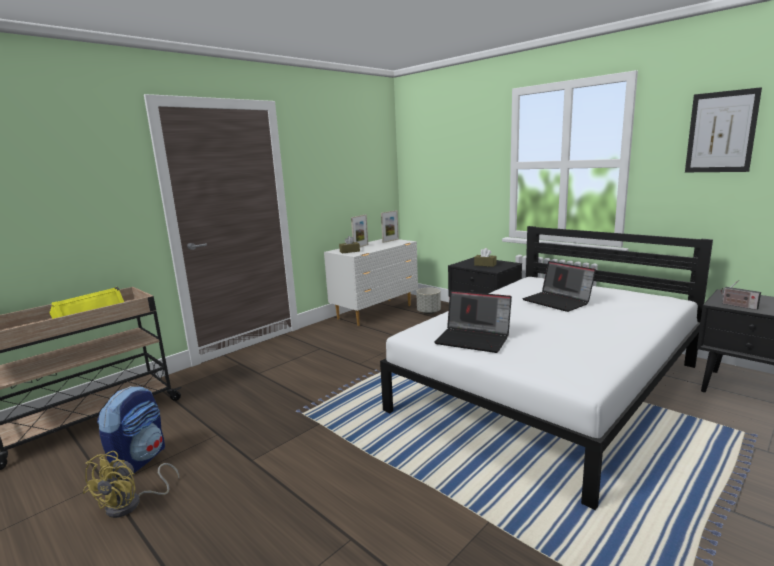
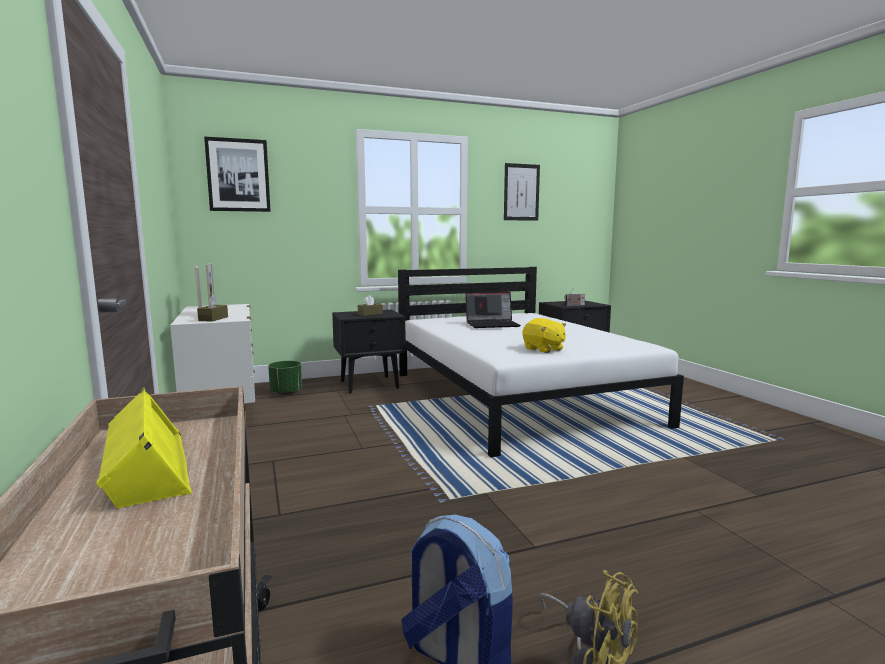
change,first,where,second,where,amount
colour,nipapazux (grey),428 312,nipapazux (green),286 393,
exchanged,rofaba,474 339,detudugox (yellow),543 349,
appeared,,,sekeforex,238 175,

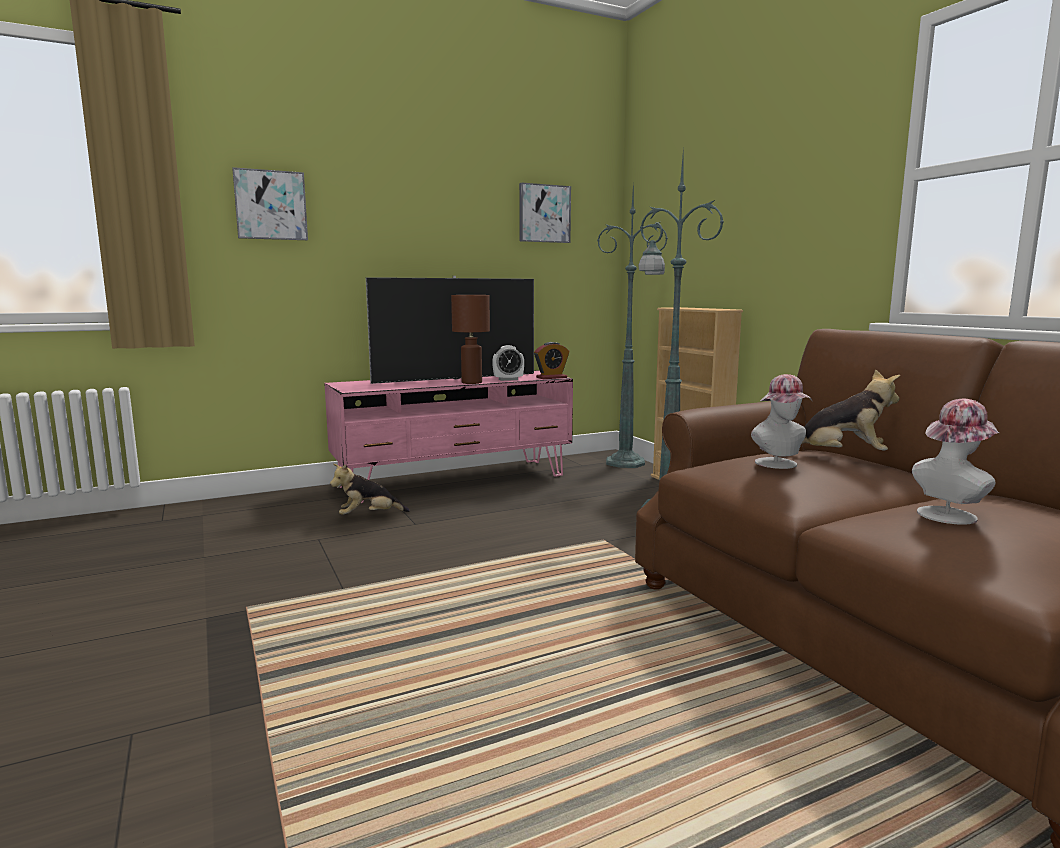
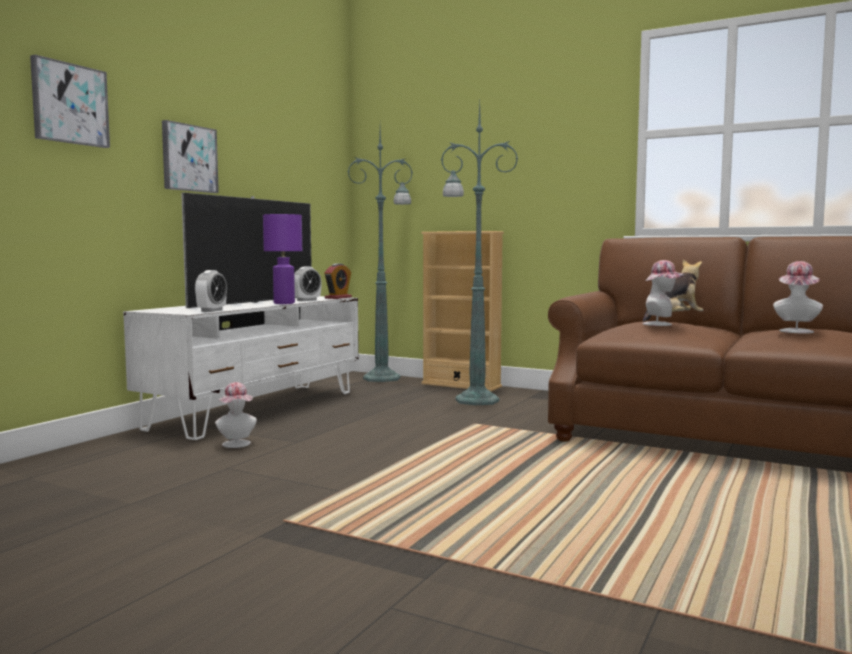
change,first,where,second,where,amount
colour,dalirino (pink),454 480,dalirino (white),258 409,
exchanged,detudugox,369 516,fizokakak,237 445,
colour,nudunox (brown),471 382,nudunox (purple),283 303,
relocated,sekeforex,544 213,,188 158,
appeared,,,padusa,211 311,

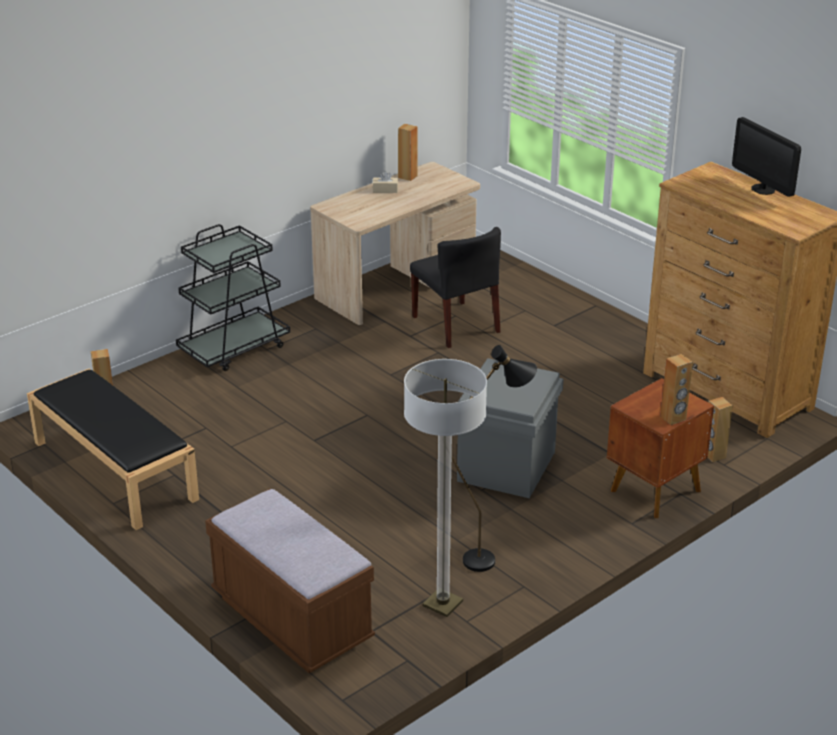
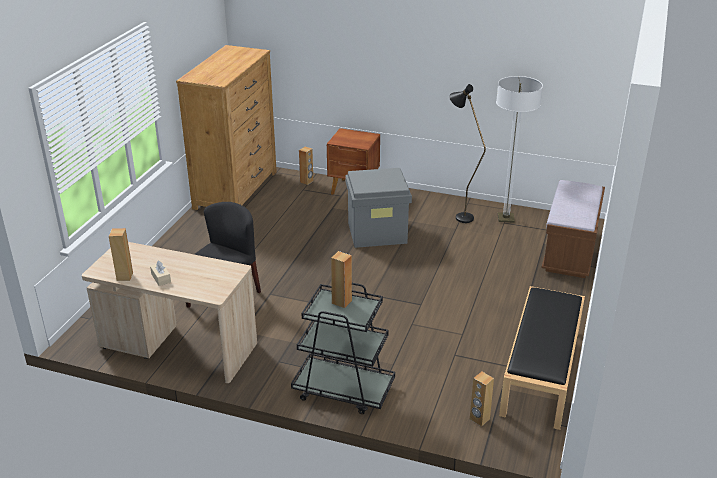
change,first,where,second,where,amount
relocated,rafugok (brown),673 418,,342 302,
missing,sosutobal,763 189,,,

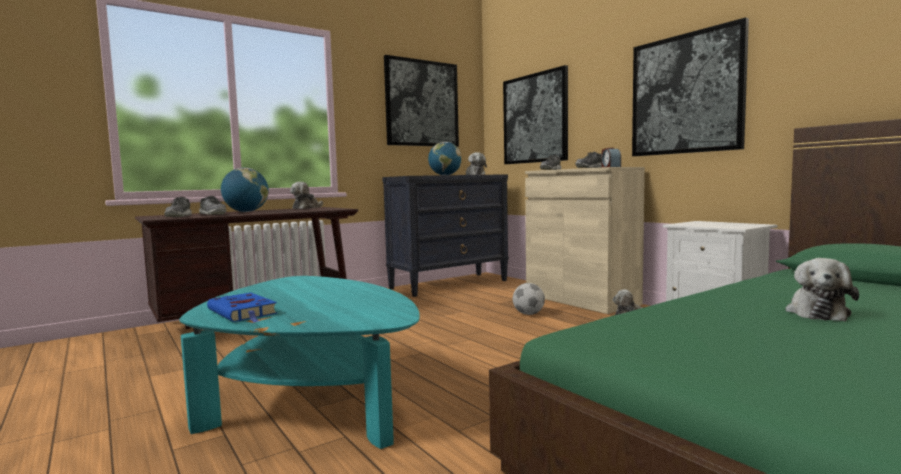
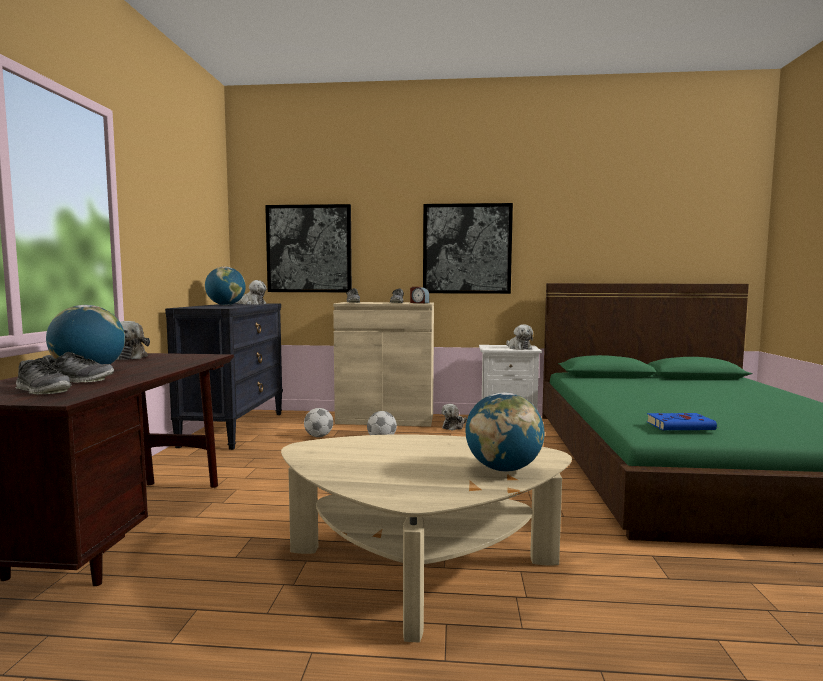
change,first,where,second,where,amount
colour,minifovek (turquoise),311 398,minifovek (beige),421 564,
relocated,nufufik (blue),243 312,,681 426,
missing,sekeforex,422 103,,,
relocated,detudugox,817 312,,518 348,
appeared,,,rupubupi,318 436,
appeared,,,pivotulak,503 469,

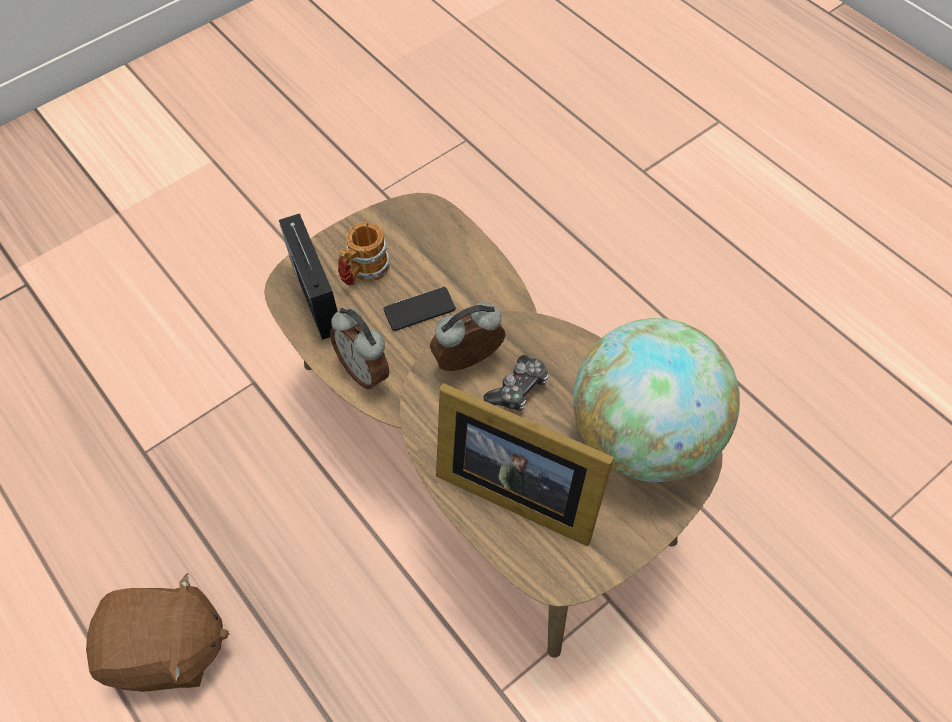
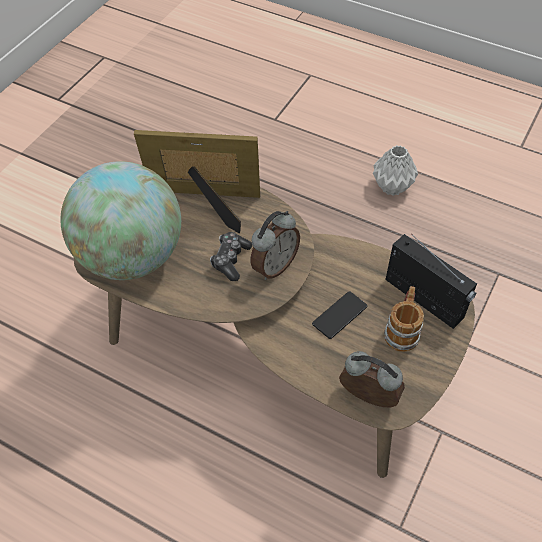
change,first,where,second,where,amount
exchanged,detudugox (brown),167 651,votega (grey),392 188,
relocated,padusa,365 371,,367 399,

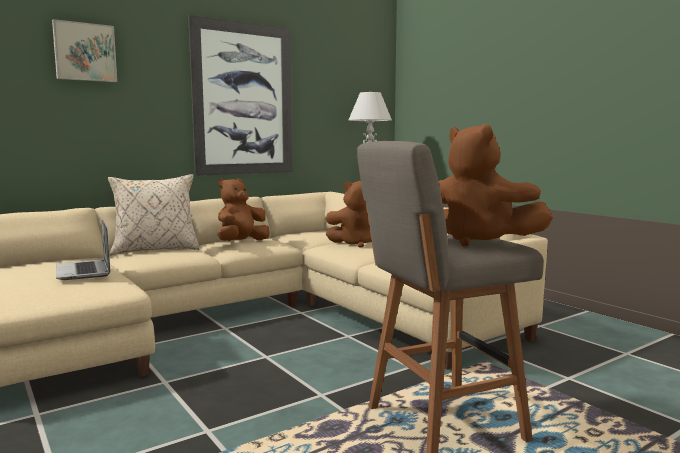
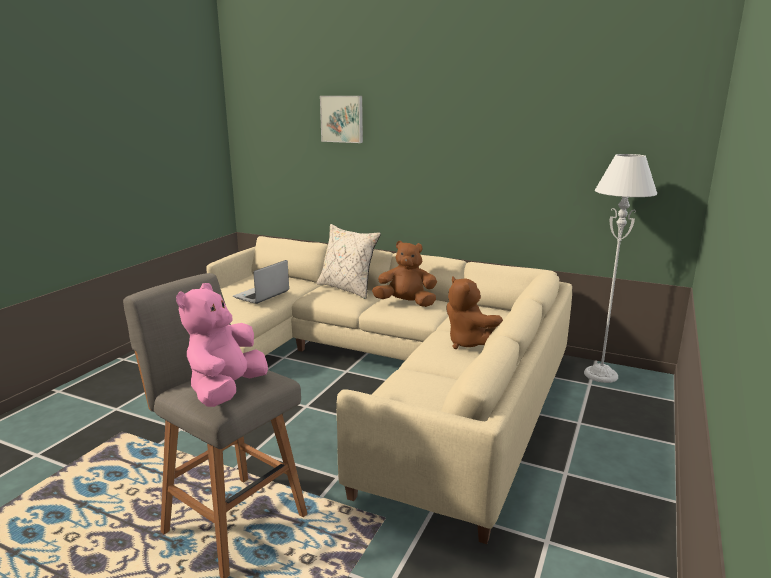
change,first,where,second,where,amount
missing,sekeforex,243 99,,,
colour,detudugox (brown),481 241,detudugox (pink),226 391,

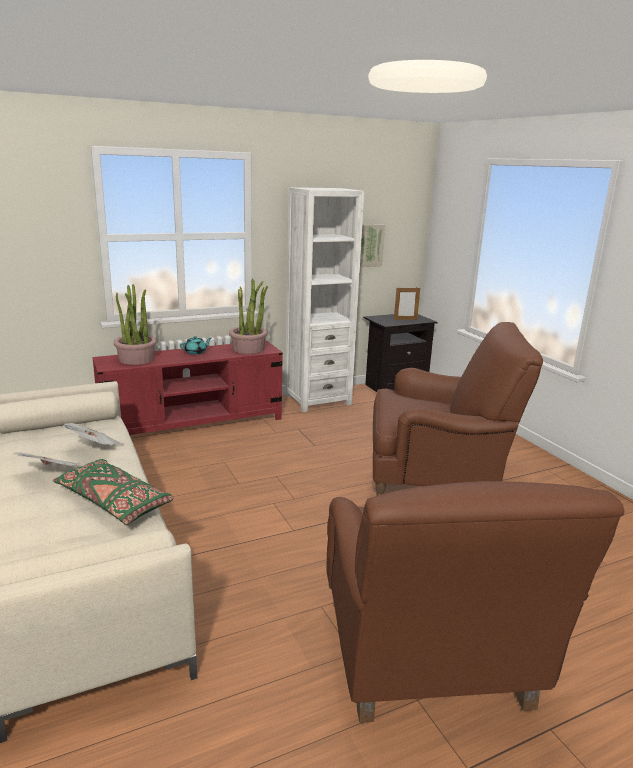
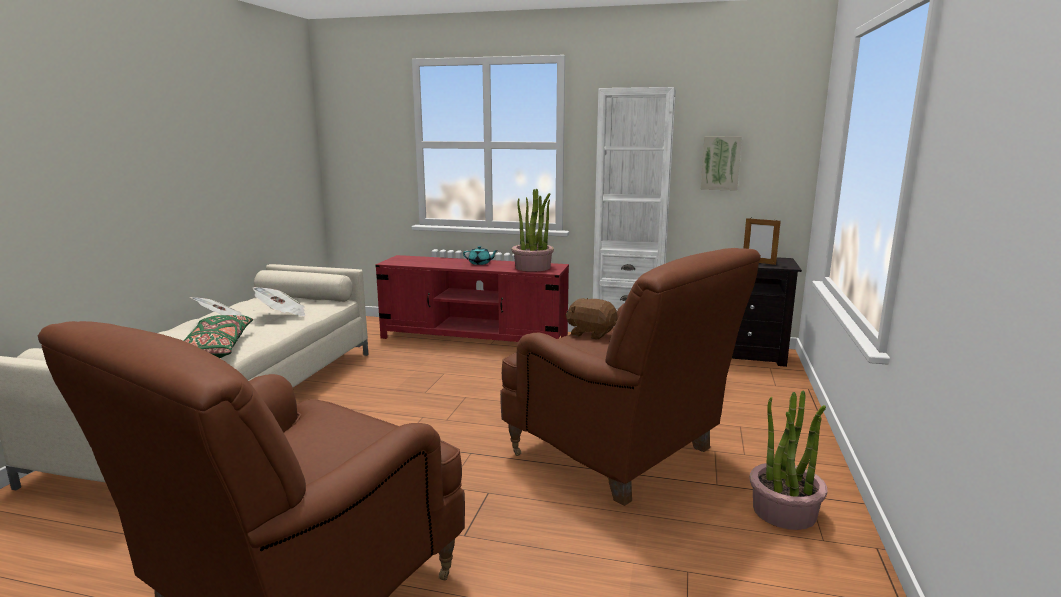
change,first,where,second,where,amount
relocated,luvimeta,136 359,,784 512,
appeared,,,detudugox (brown),591 333,

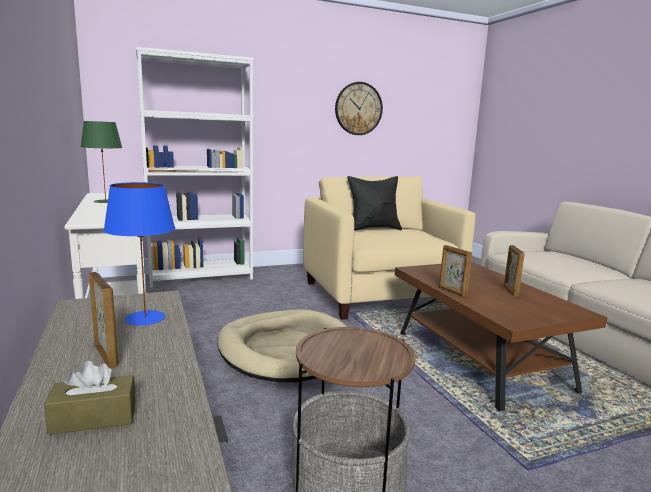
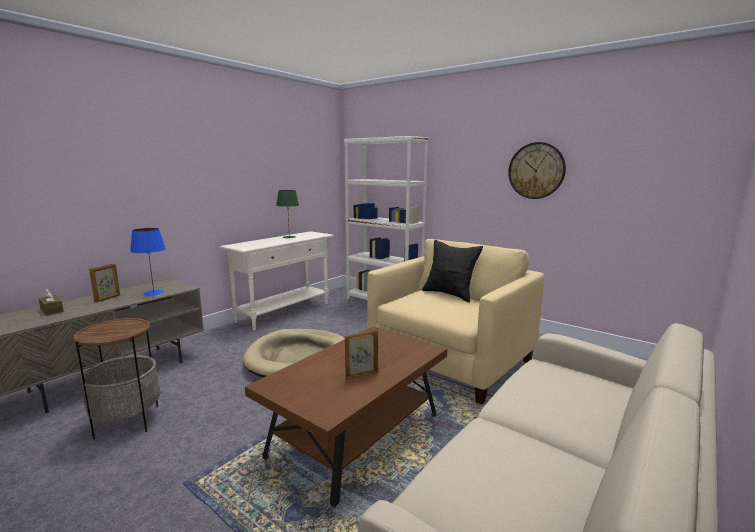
change,first,where,second,where,amount
missing,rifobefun,452 291,,,

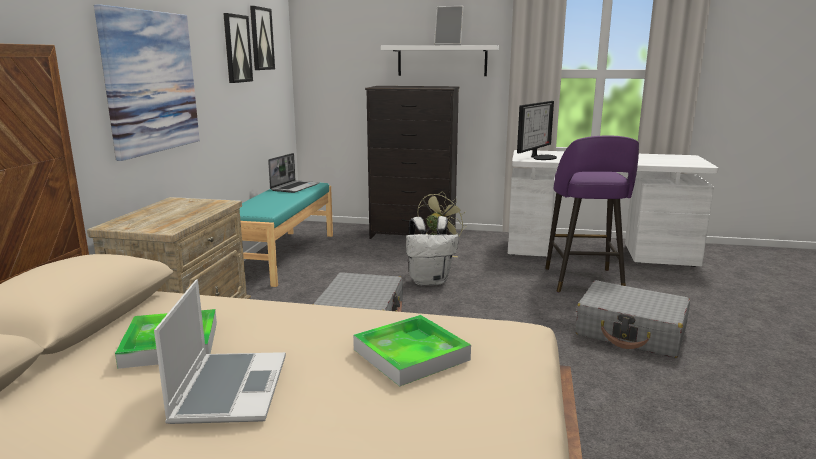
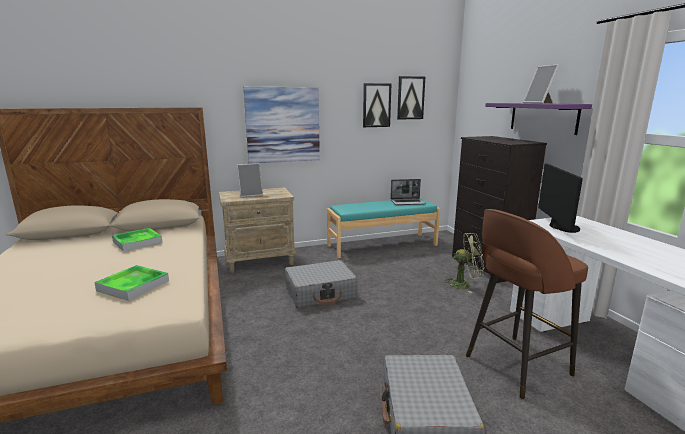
change,first,where,second,where,amount
missing,rofaba,229 388,,,
colour,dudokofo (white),442 61,dudokofo (purple),543 117,
missing,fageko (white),429 281,,,
spun,sosutobal,541 157,,561 227,90 degrees counterclockwise
colour,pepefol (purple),584 281,pepefol (brown),515 366,
appeared,,,rifobefun,251 194,

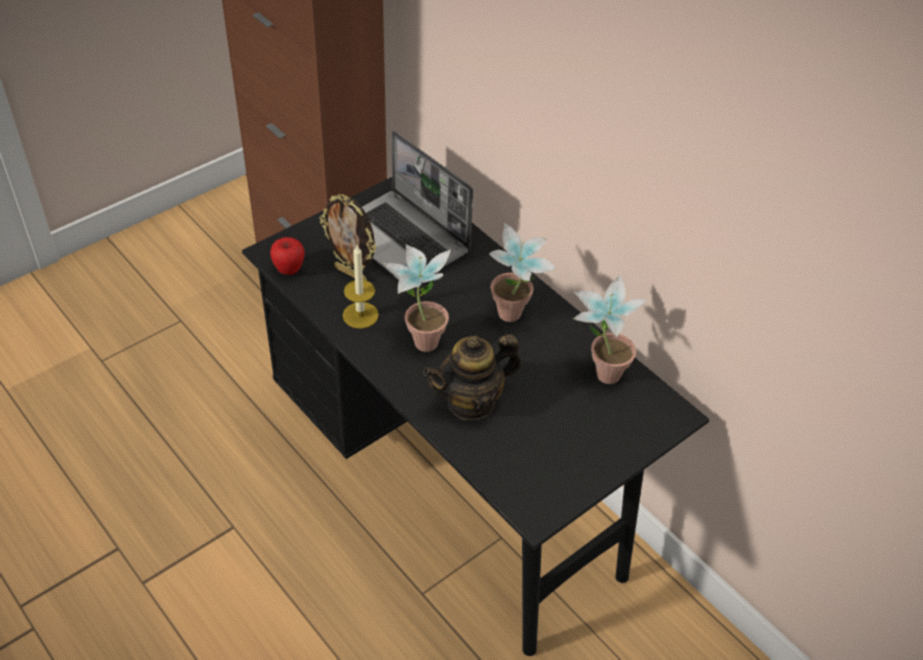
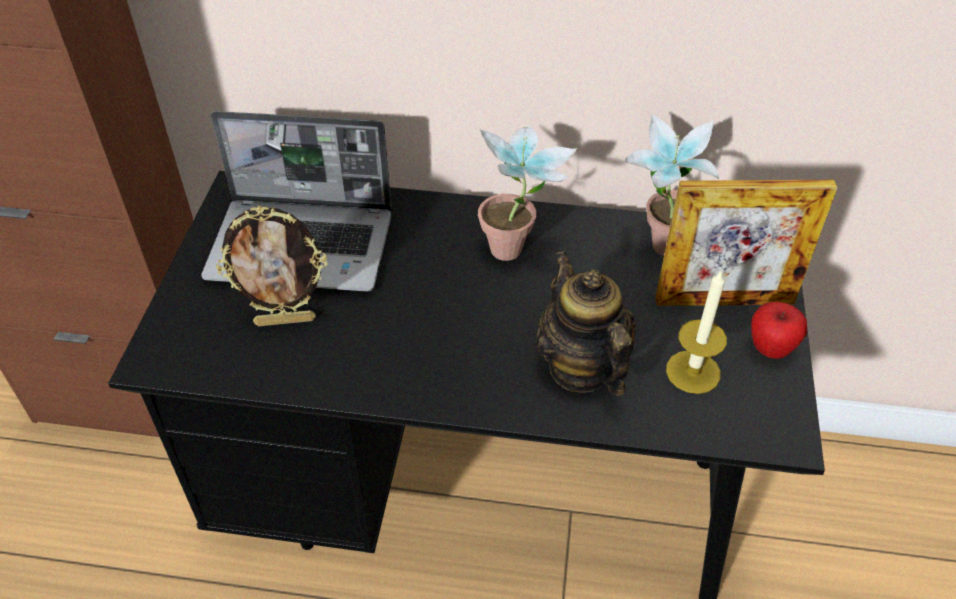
change,first,where,second,where,amount
relocated,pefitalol,289 269,,770 349,
relocated,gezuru,360 315,,693 372,
missing,luvimeta,420 337,,,
spun,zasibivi,471 402,,581 367,135 degrees clockwise
appeared,,,rifobefun,724 301,

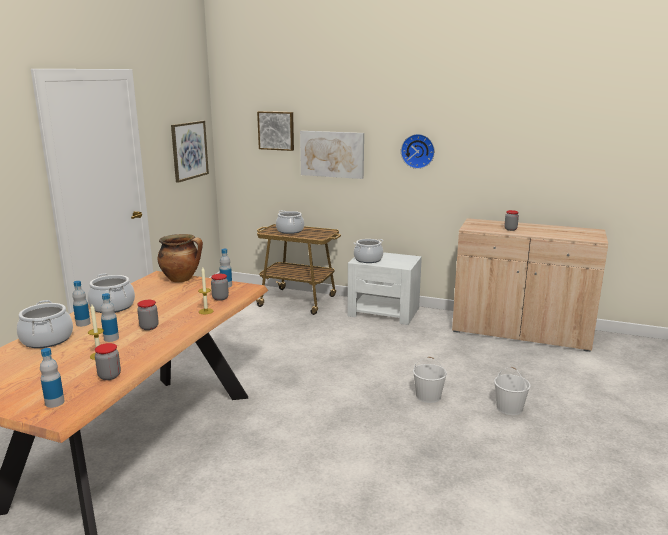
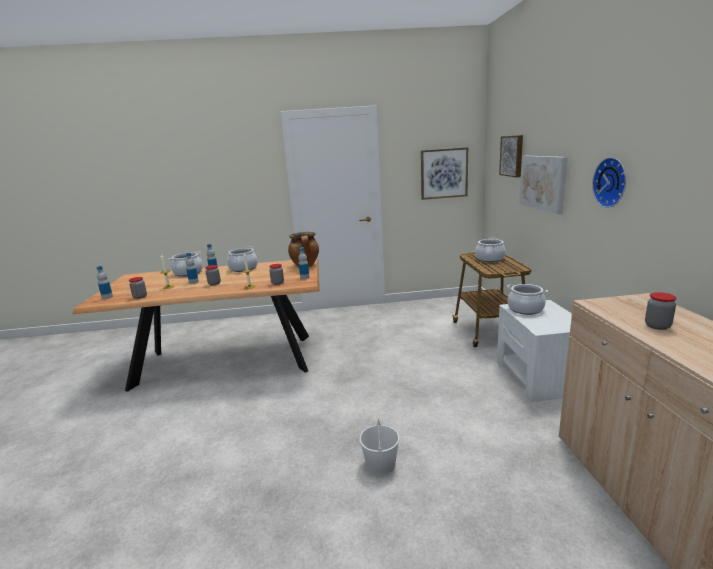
change,first,where,second,where,amount
missing,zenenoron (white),510 408,,,

